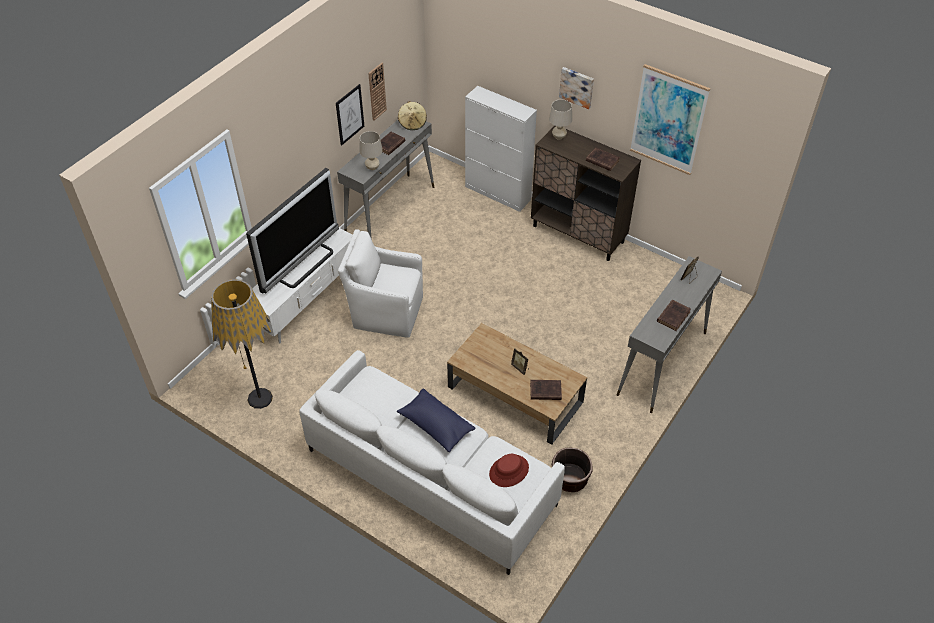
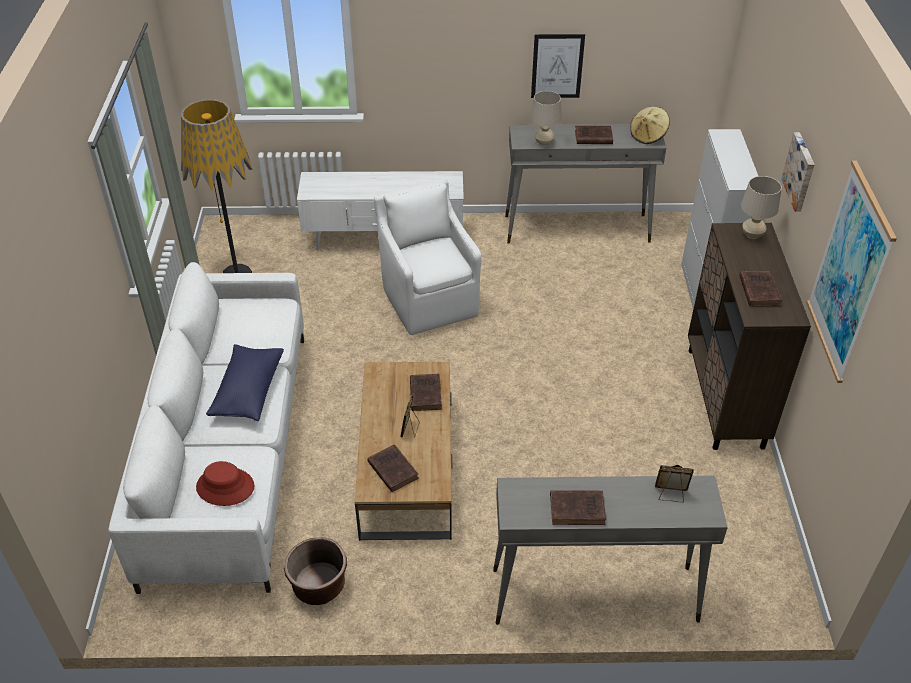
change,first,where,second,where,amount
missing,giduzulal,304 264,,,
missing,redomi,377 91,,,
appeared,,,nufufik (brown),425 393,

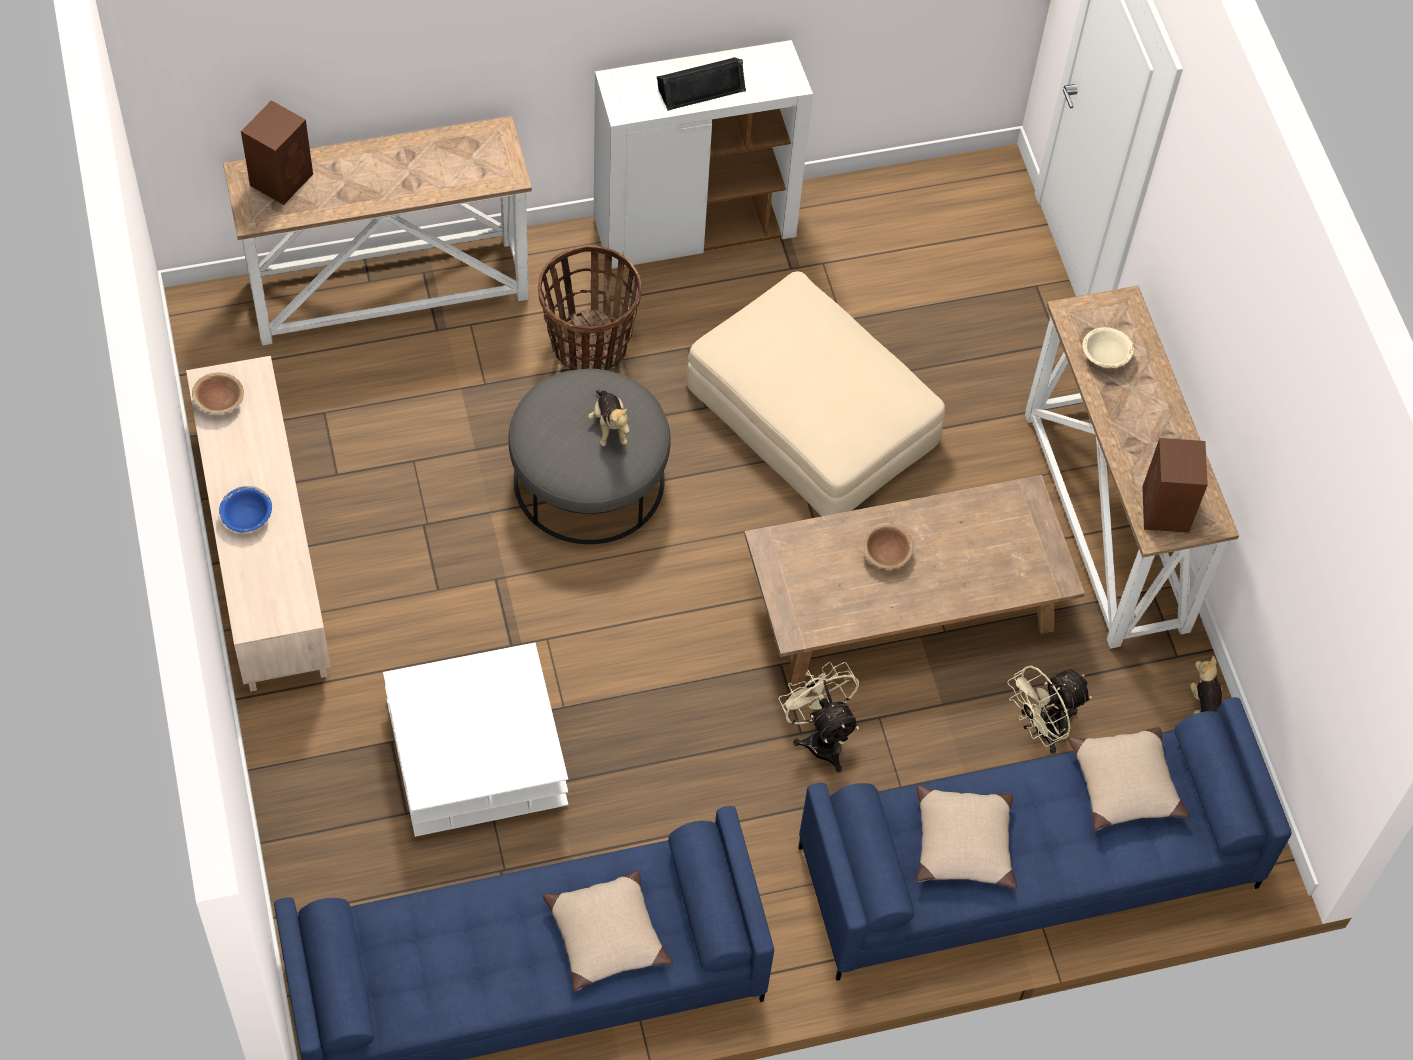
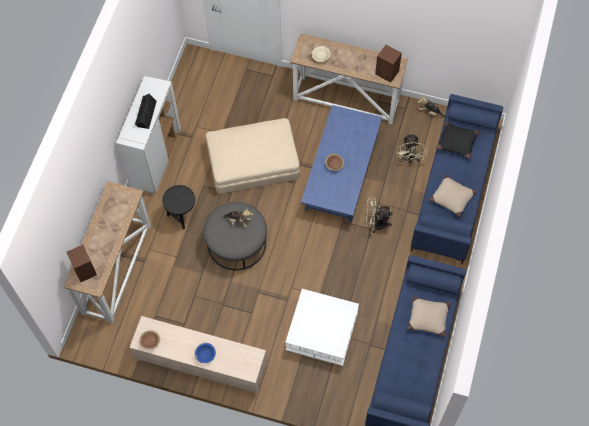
change,first,where,second,where,amount
exchanged,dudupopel,589 345,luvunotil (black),182 215,
colour,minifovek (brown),904 603,minifovek (blue),341 173,
colour,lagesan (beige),1125 784,lagesan (black),456 142,

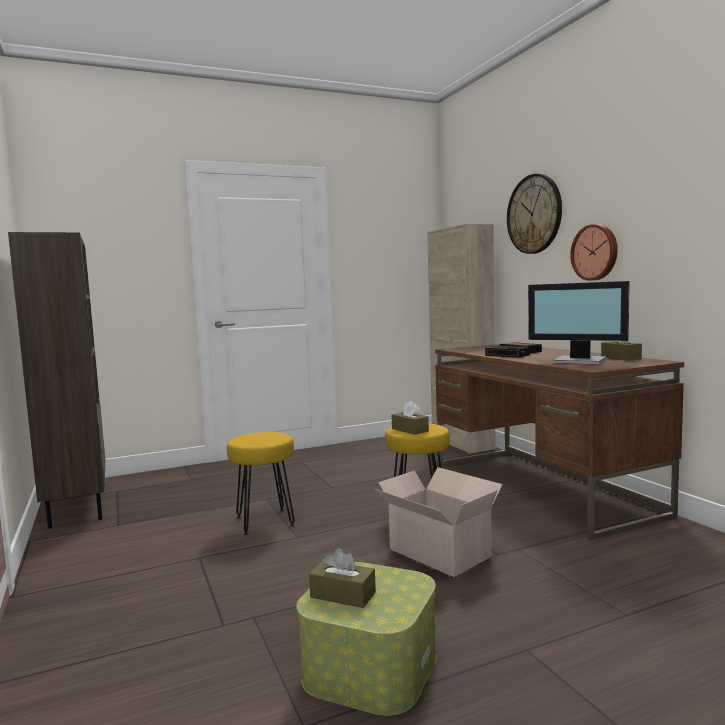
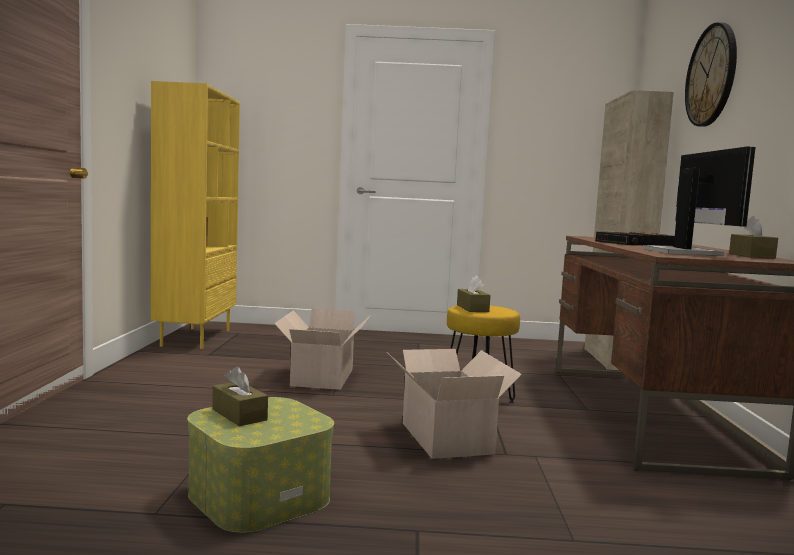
change,first,where,second,where,amount
colour,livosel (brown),76 507,livosel (yellow),195 337,
exchanged,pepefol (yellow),264 522,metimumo,321 378,
spun,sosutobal,580 361,,684 252,150 degrees counterclockwise
missing,redomi,595 252,,,

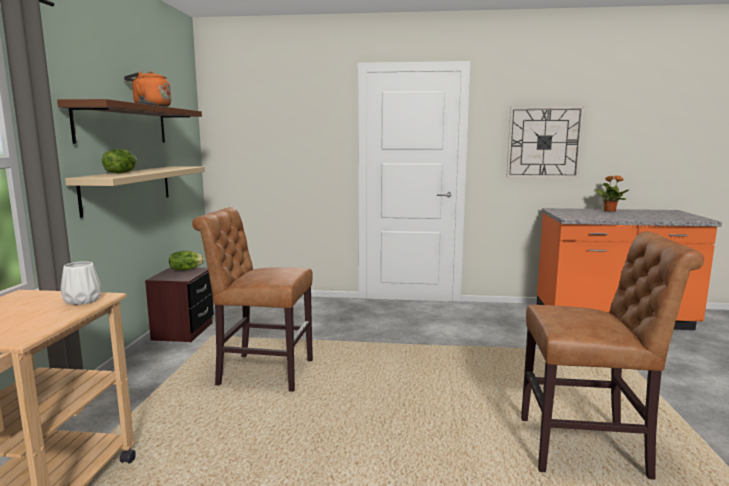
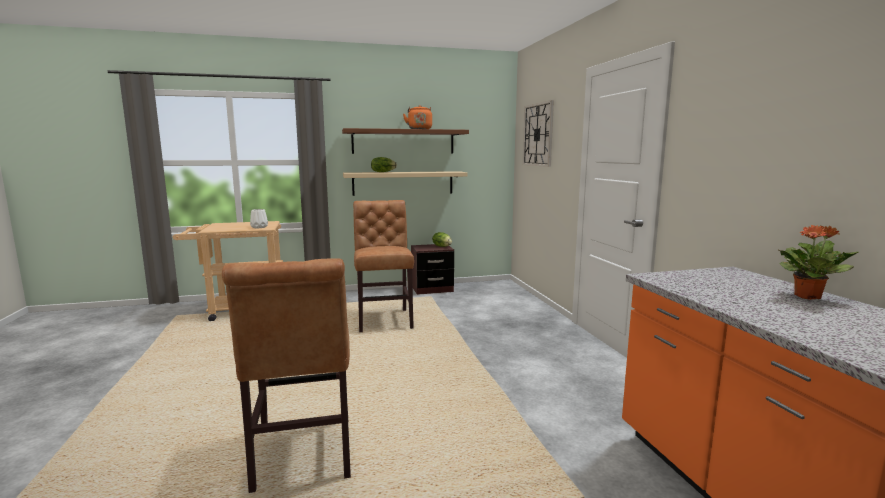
change,first,where,second,where,amount
relocated,redomi,544 142,,538 135,

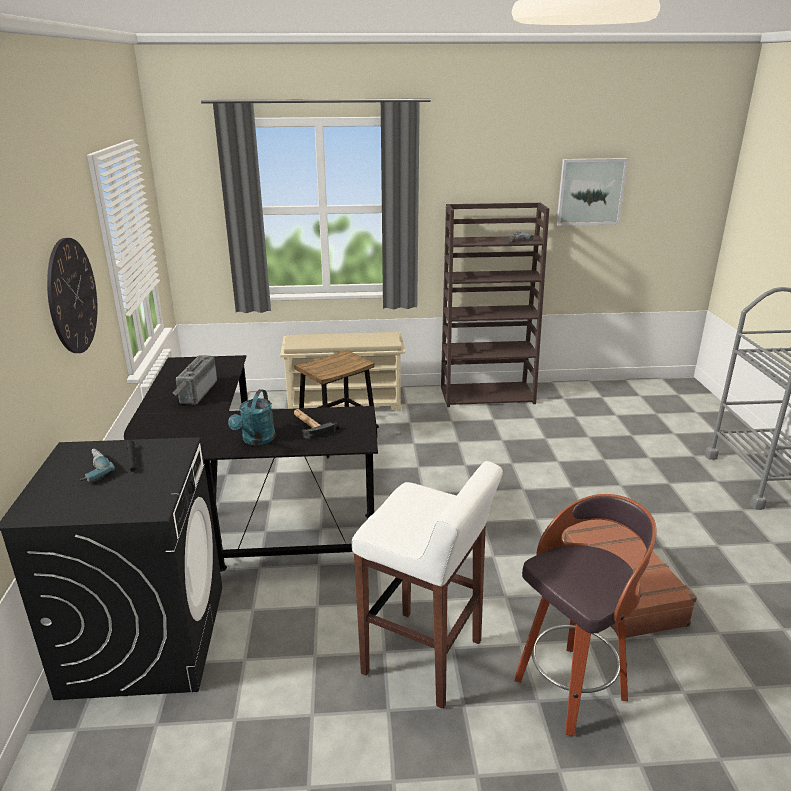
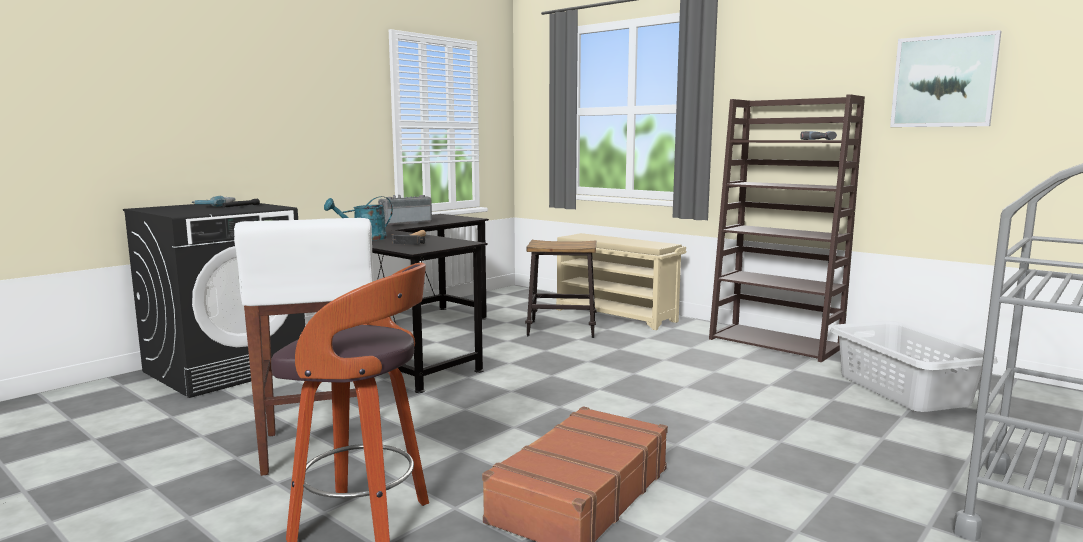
change,first,where,second,where,amount
missing,redomi,72 296,,,
appeared,,,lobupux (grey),902 390,

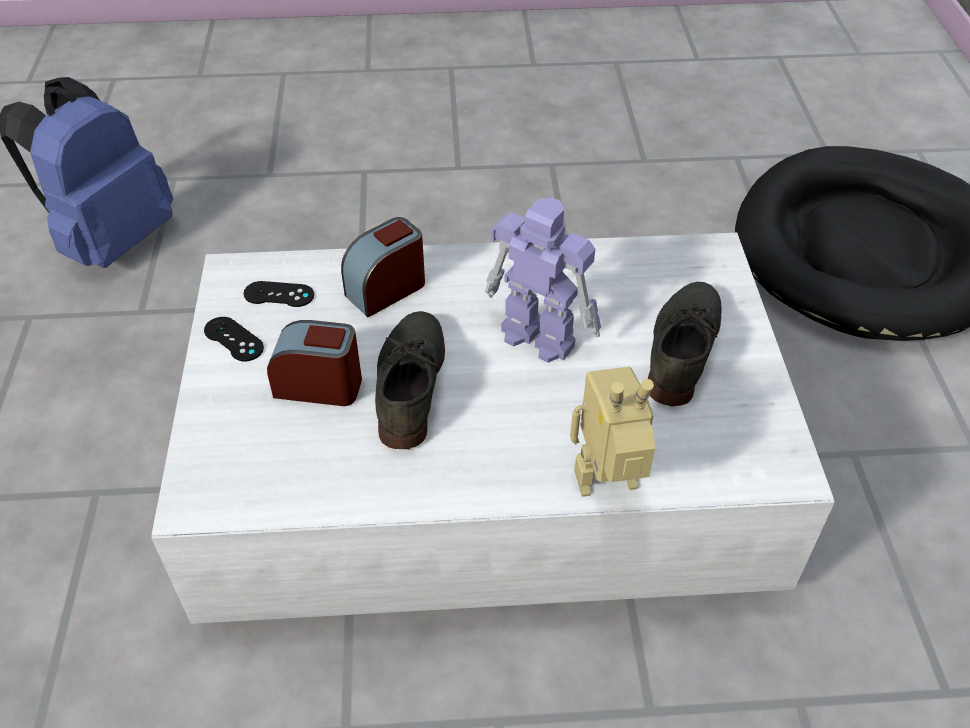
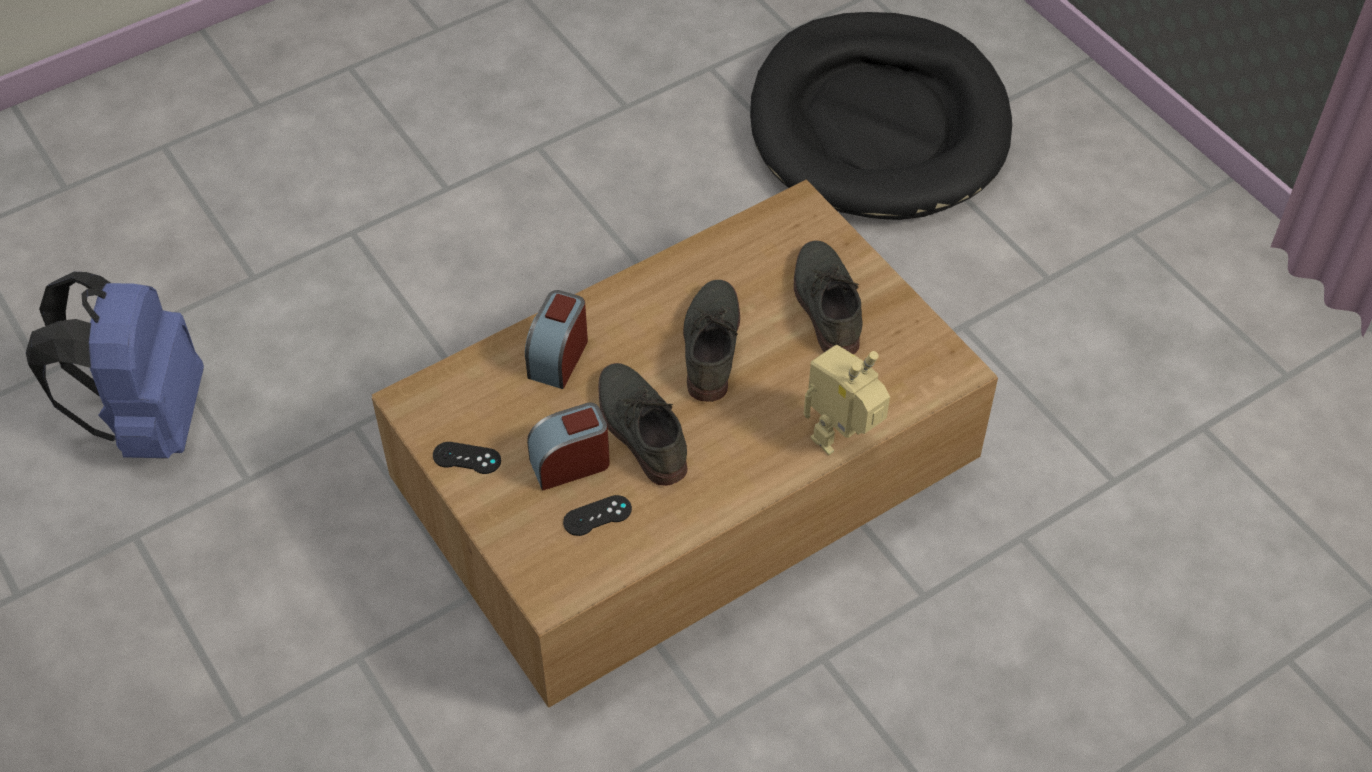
change,first,where,second,where,amount
colour,minifovek (white),482 476,minifovek (brown),684 482,
relocated,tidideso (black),279 294,,597 516,
exchanged,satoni,537 336,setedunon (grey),710 344,

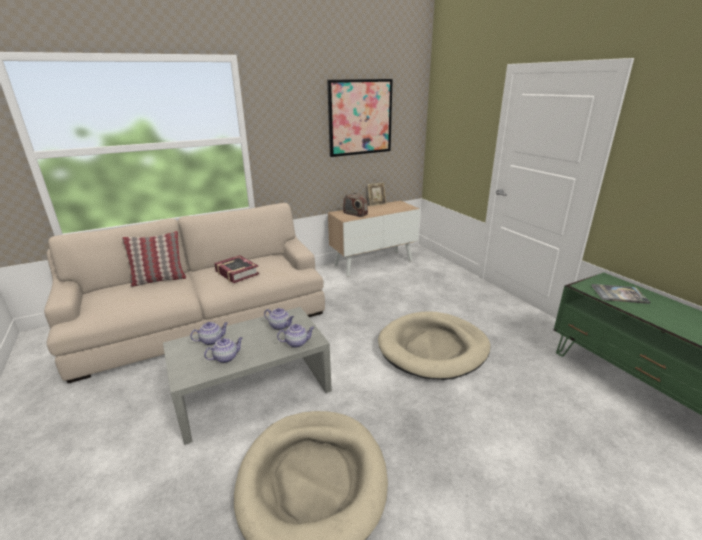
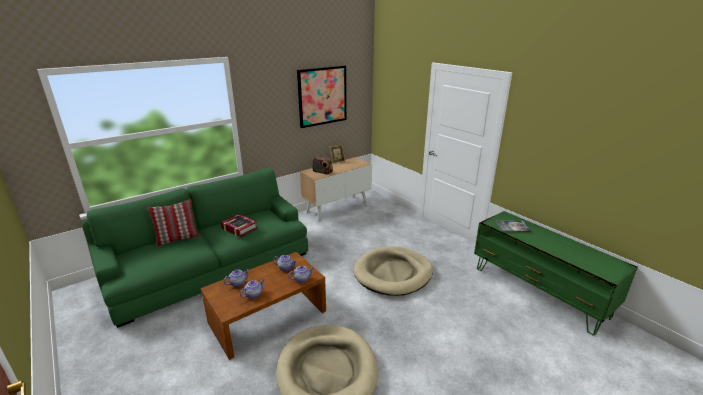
change,first,where,second,where,amount
colour,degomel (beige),203 321,degomel (green),211 268,
colour,minifovek (grey),252 390,minifovek (brown),268 316,

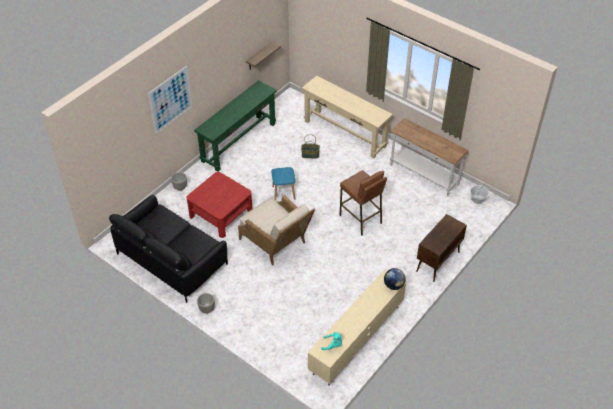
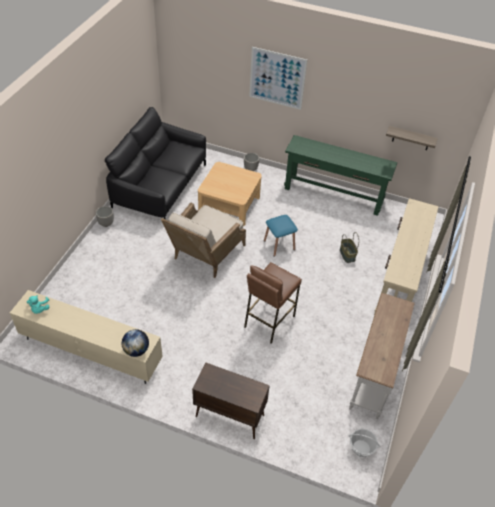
change,first,where,second,where,amount
colour,minifovek (red),220 213,minifovek (beige),229 204,

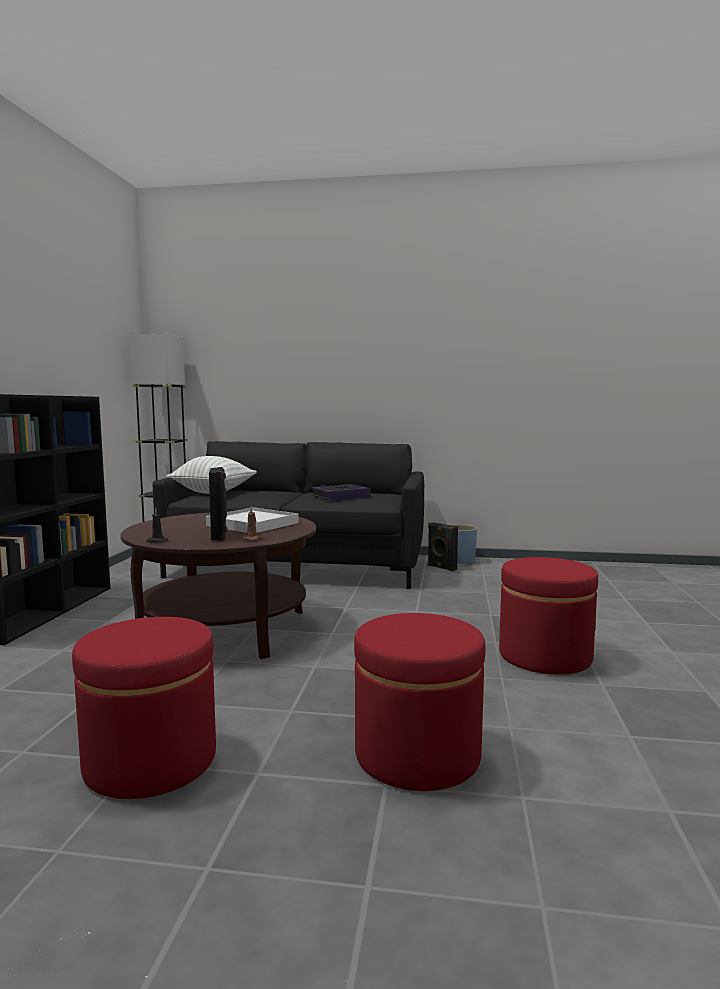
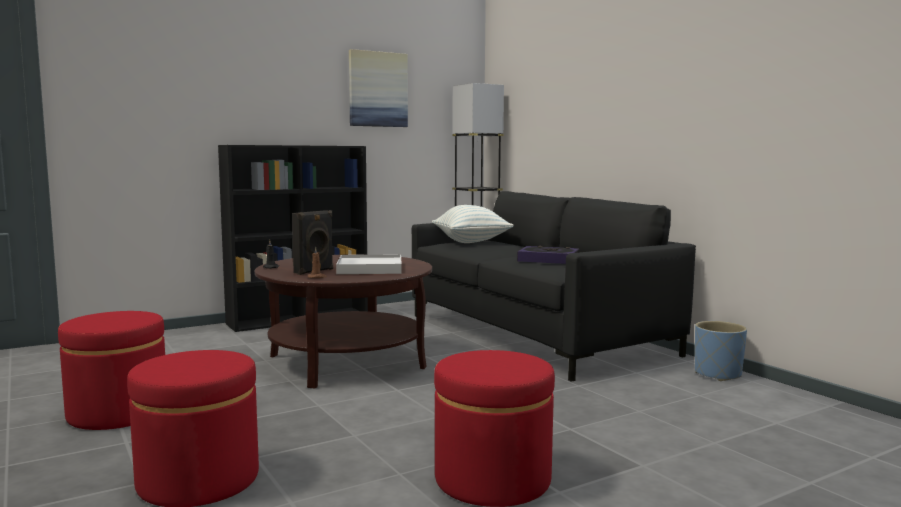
change,first,where,second,where,amount
missing,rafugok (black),441 568,,,
appeared,,,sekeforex,377 89,

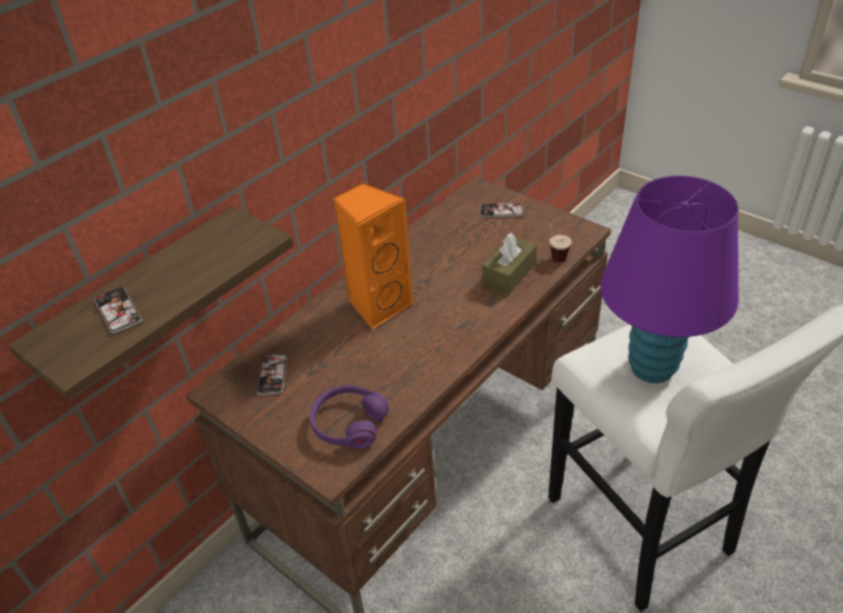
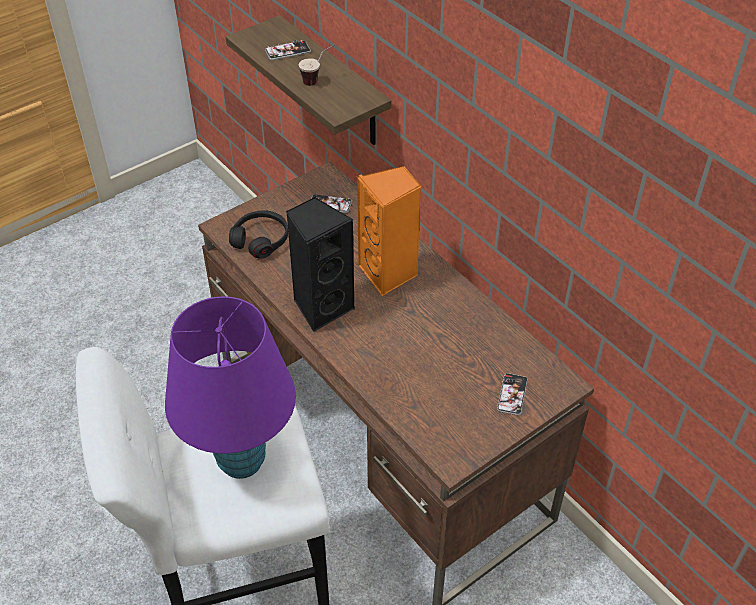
change,first,where,second,where,amount
colour,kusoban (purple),348 423,kusoban (black),261 239,
missing,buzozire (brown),509 274,,,
relocated,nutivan,552 254,,318 79,
appeared,,,rafugok (black),321 307,

